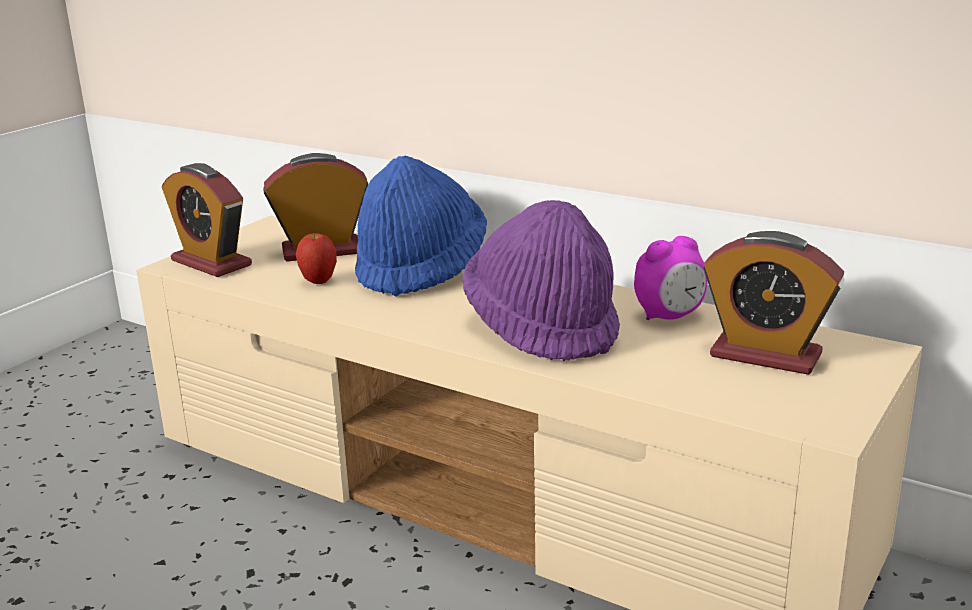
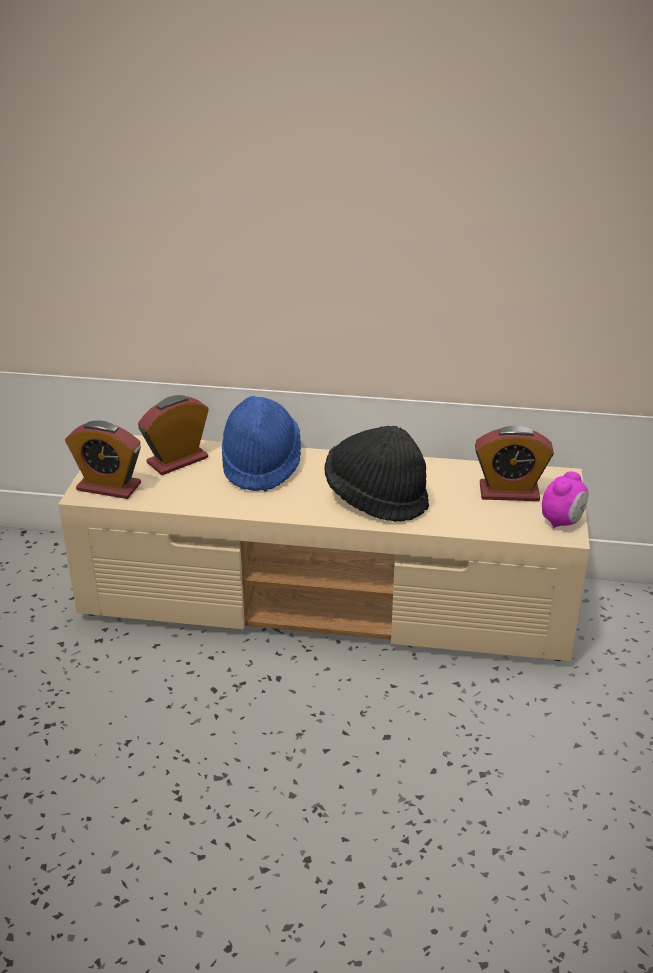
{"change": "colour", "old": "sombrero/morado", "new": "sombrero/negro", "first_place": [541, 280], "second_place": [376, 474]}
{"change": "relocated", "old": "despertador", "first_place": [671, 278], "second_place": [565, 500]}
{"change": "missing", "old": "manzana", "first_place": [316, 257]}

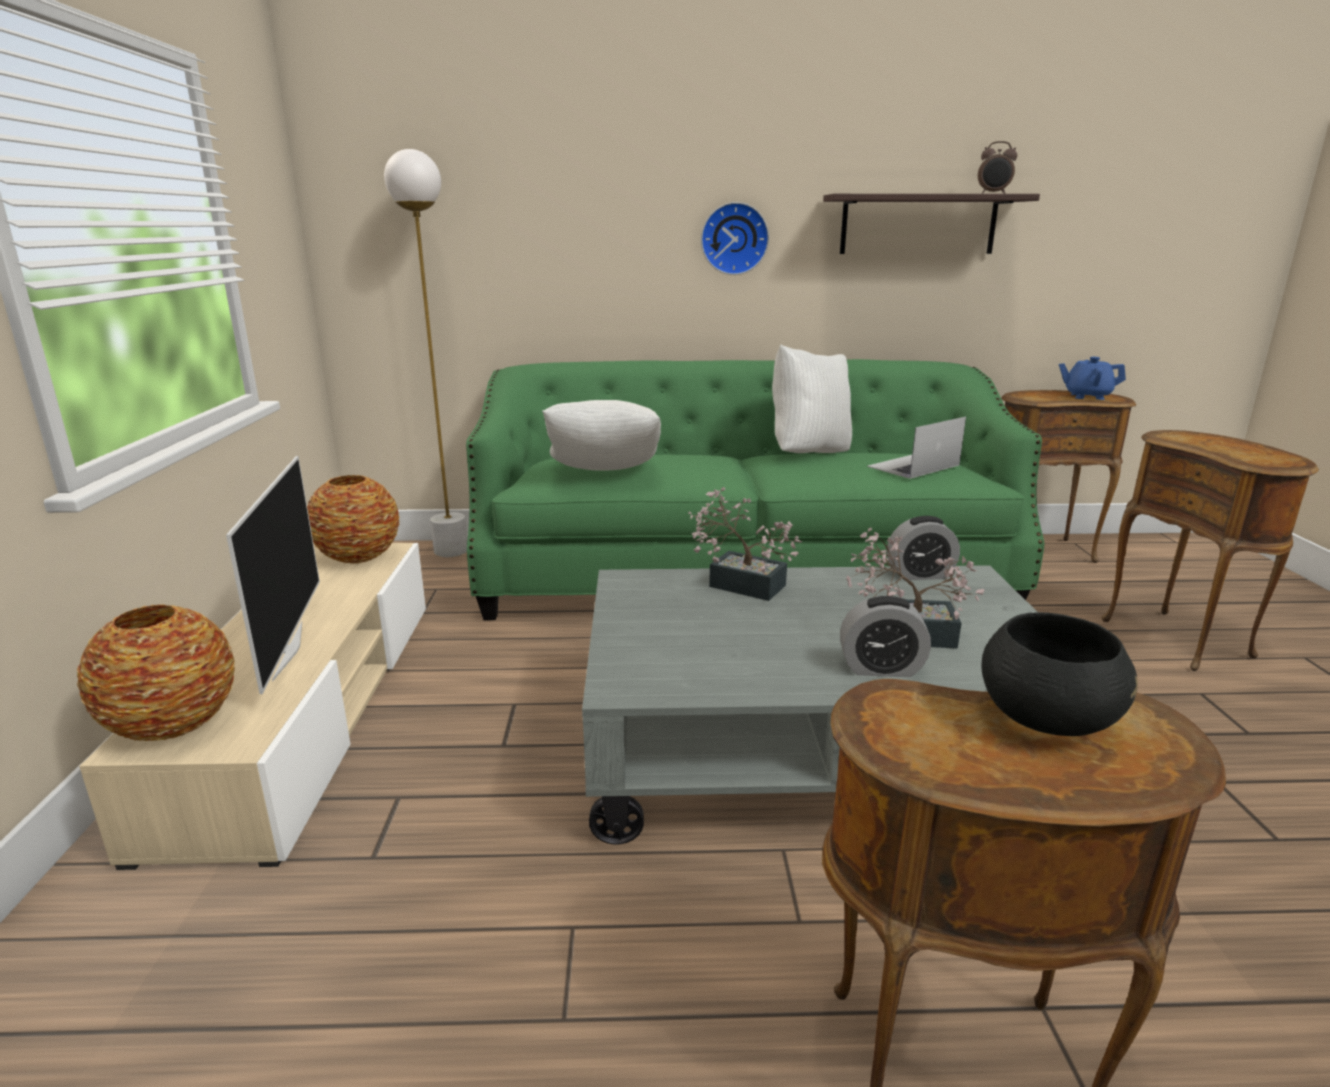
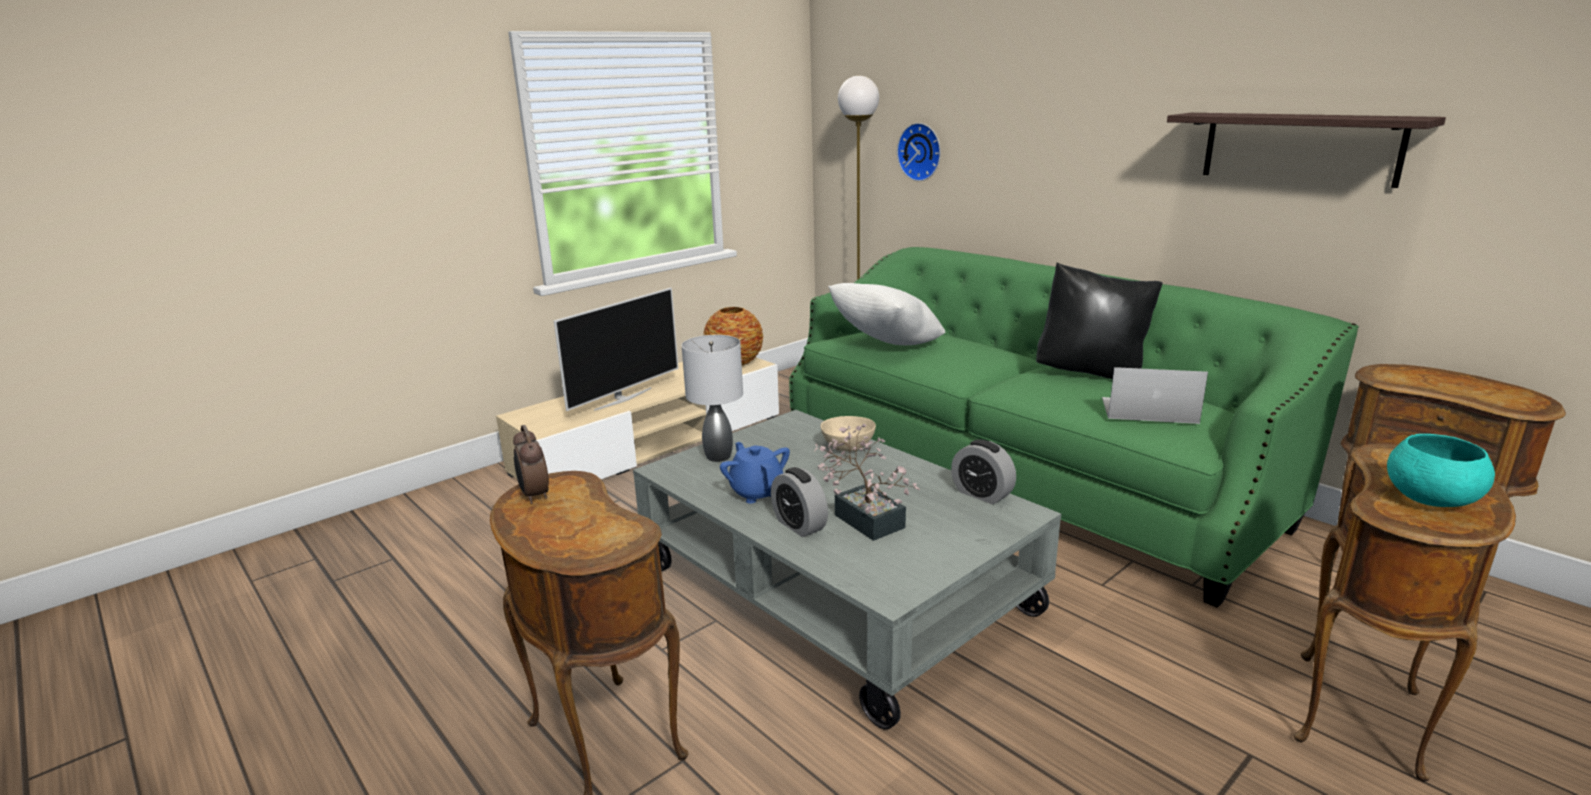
{"change": "relocated", "old": "despertador", "first_place": [997, 167], "second_place": [531, 464]}
{"change": "appeared", "new": "lámpara de mesa/gris", "second_place": [712, 398]}
{"change": "relocated", "old": "tetera/azul", "first_place": [1092, 378], "second_place": [755, 472]}
{"change": "exchanged", "old": "planta en maceta", "new": "cuenco/beis", "first_place": [745, 544], "second_place": [848, 434]}
{"change": "relocated", "old": "reloj de pared", "first_place": [735, 238], "second_place": [919, 152]}
{"change": "colour", "old": "cojín/blanco", "new": "cojín/negro", "first_place": [812, 399], "second_place": [1099, 320]}
{"change": "appeared", "new": "cuenco/turquesa", "second_place": [1441, 470]}
{"change": "missing", "old": "florero", "first_place": [156, 672]}
{"change": "missing", "old": "cuenco/negro", "first_place": [1059, 674]}

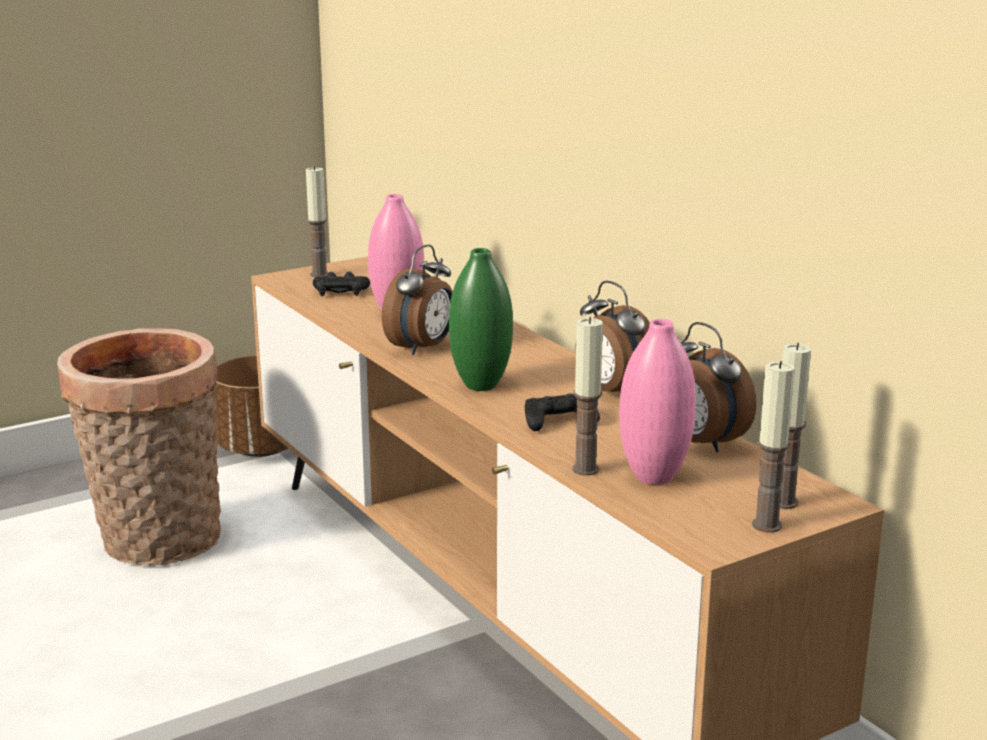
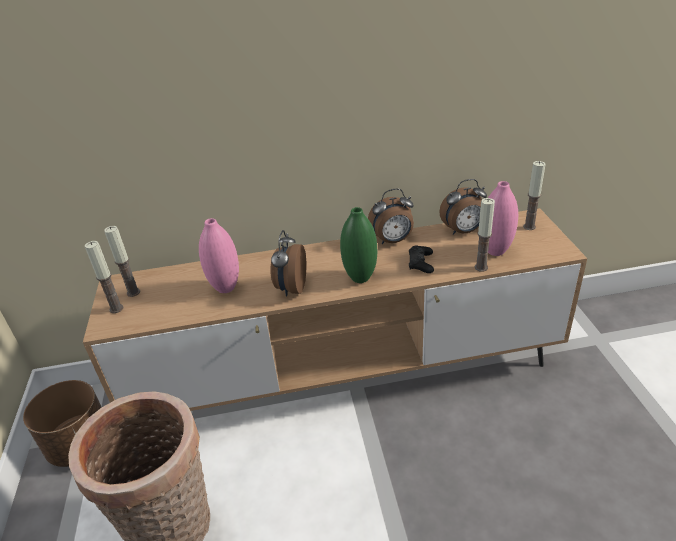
{"change": "relocated", "old": "vela", "first_place": [773, 446], "second_place": [122, 261]}
{"change": "spun", "old": "despertador", "first_place": [417, 300], "second_place": [288, 263], "degrees": -135}
{"change": "missing", "old": "mando de consola/negro", "first_place": [341, 284]}

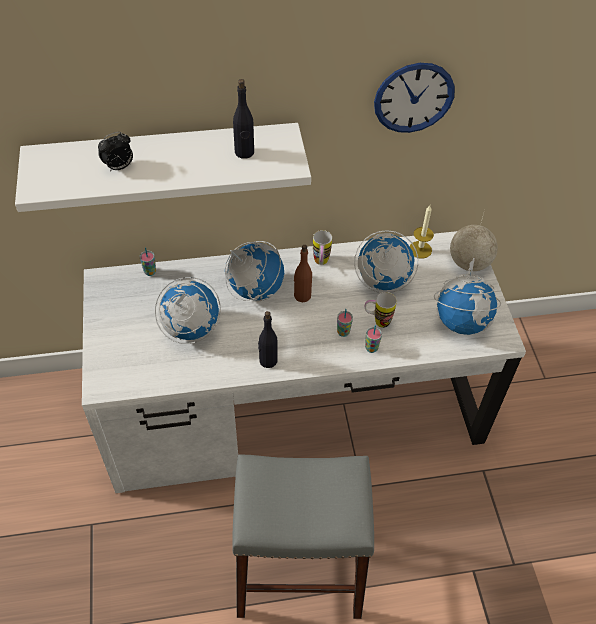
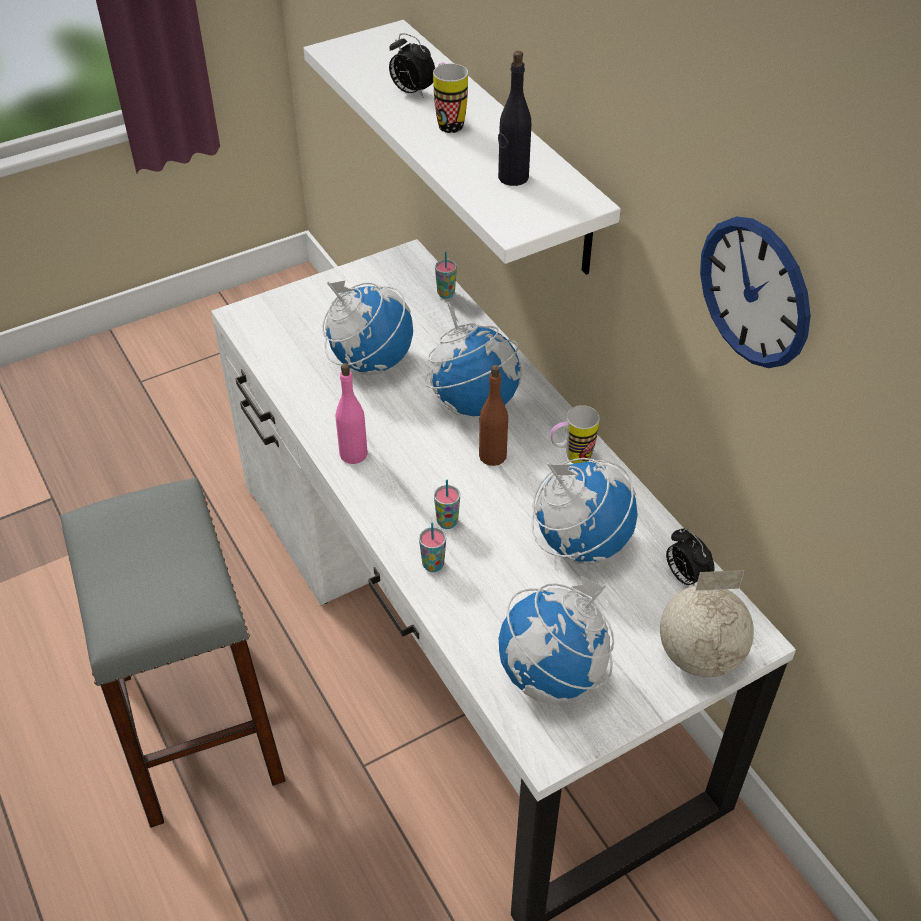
{"change": "colour", "old": "botella/negro", "new": "botella/rosa", "first_place": [267, 339], "second_place": [352, 413]}
{"change": "relocated", "old": "taza grande", "first_place": [381, 310], "second_place": [450, 97]}
{"change": "exchanged", "old": "vela", "new": "despertador", "first_place": [421, 231], "second_place": [690, 557]}

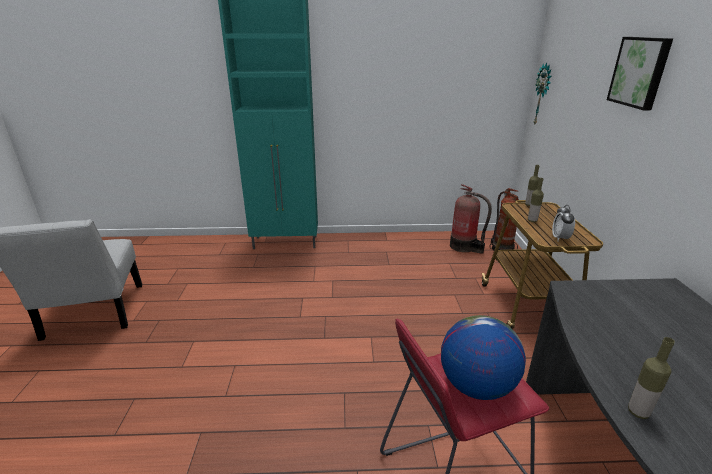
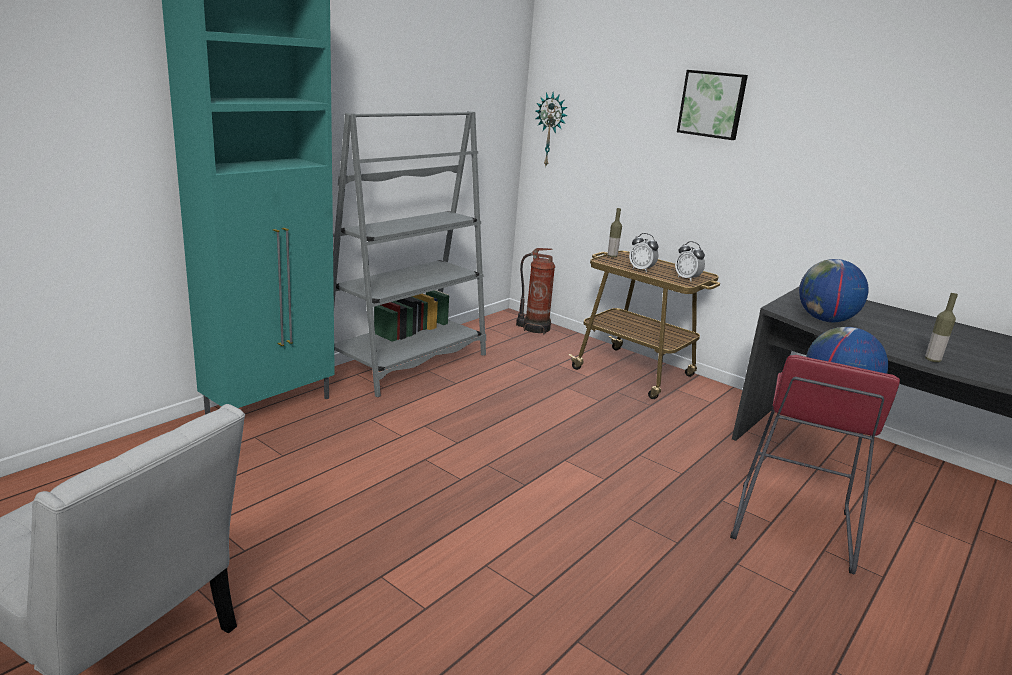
{"change": "appeared", "new": "estantería/gris", "second_place": [409, 254]}
{"change": "exchanged", "old": "botella", "new": "despertador", "first_place": [536, 200], "second_place": [644, 252]}
{"change": "appeared", "new": "globo terráqueo", "second_place": [834, 290]}
{"change": "missing", "old": "extintor", "first_place": [471, 219]}

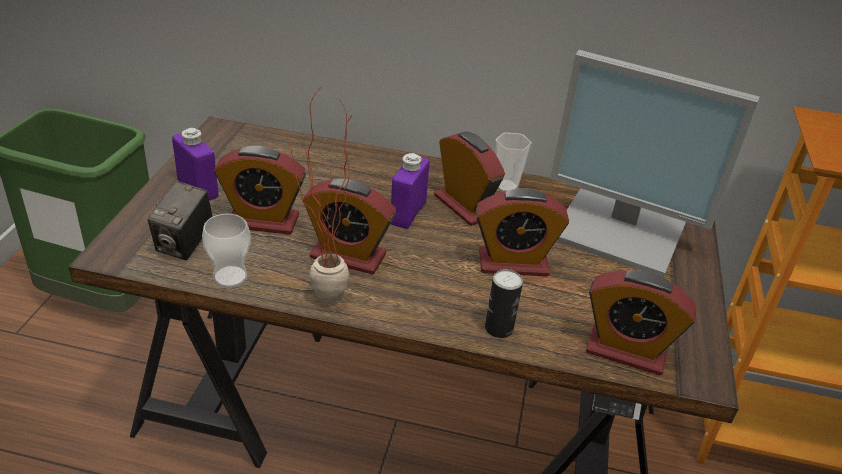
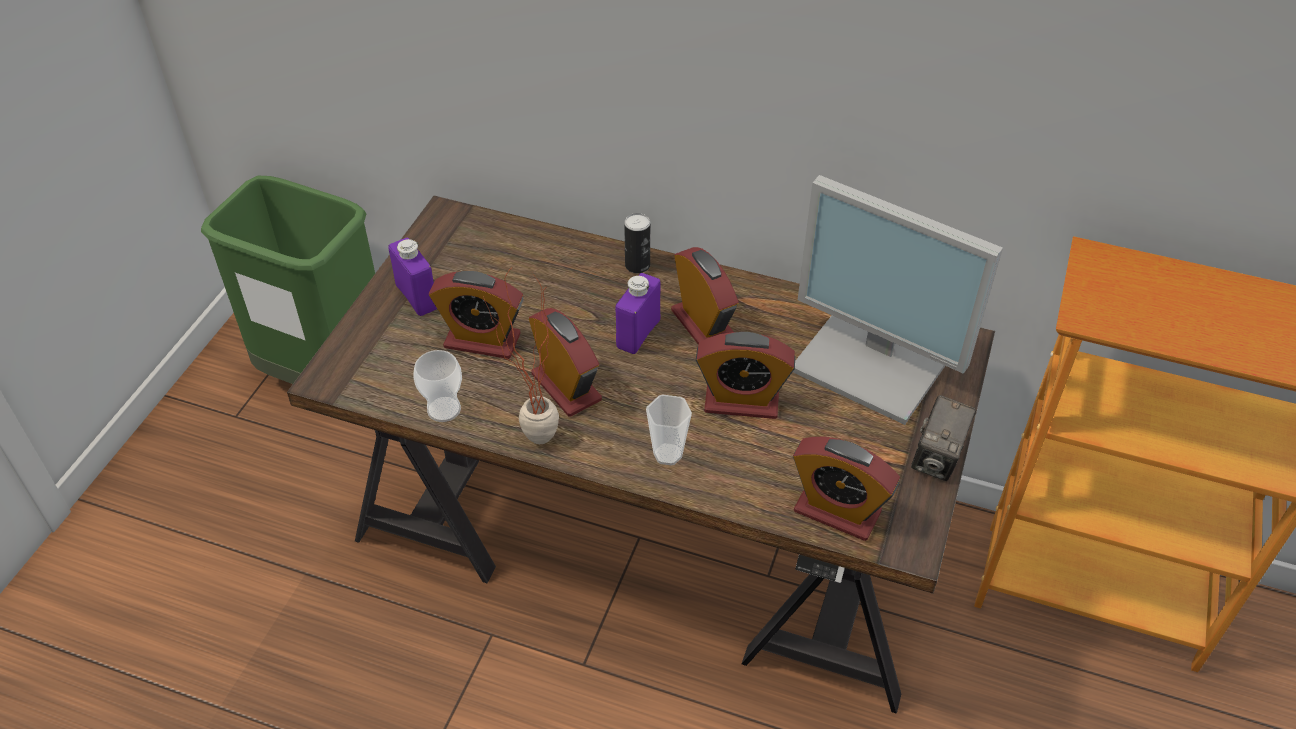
{"change": "spun", "old": "despertador", "first_place": [349, 227], "second_place": [565, 362], "degrees": -150}
{"change": "relocated", "old": "lata", "first_place": [504, 303], "second_place": [637, 243]}
{"change": "relocated", "old": "taza", "first_place": [514, 162], "second_place": [669, 430]}
{"change": "relocated", "old": "cámara", "first_place": [180, 220], "second_place": [943, 438]}

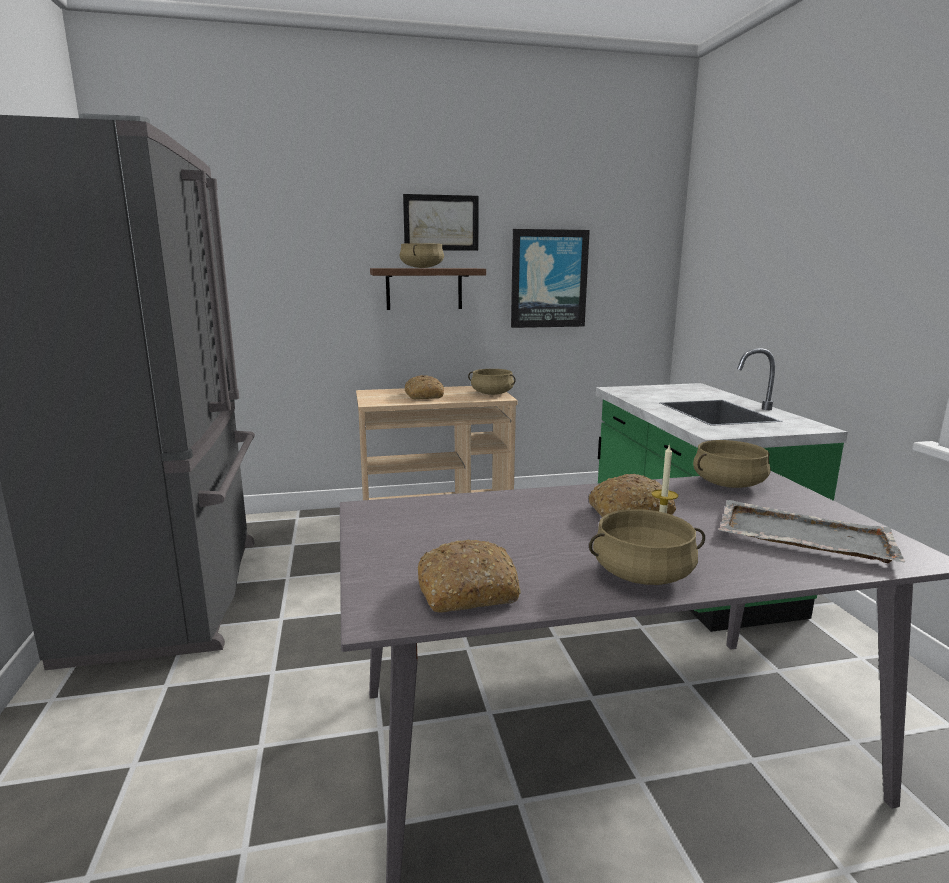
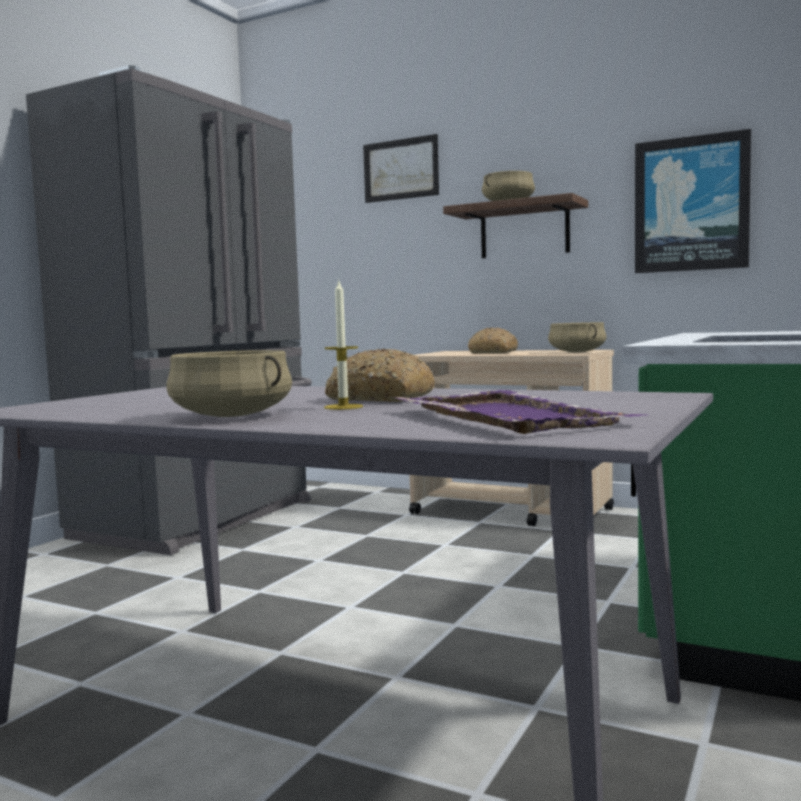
{"change": "relocated", "old": "cuadro", "first_place": [441, 222], "second_place": [401, 168]}
{"change": "colour", "old": "bandeja/gris", "new": "bandeja/morado", "first_place": [812, 531], "second_place": [519, 412]}
{"change": "missing", "old": "pan", "first_place": [469, 576]}
{"change": "missing", "old": "olla/beis", "first_place": [732, 464]}

